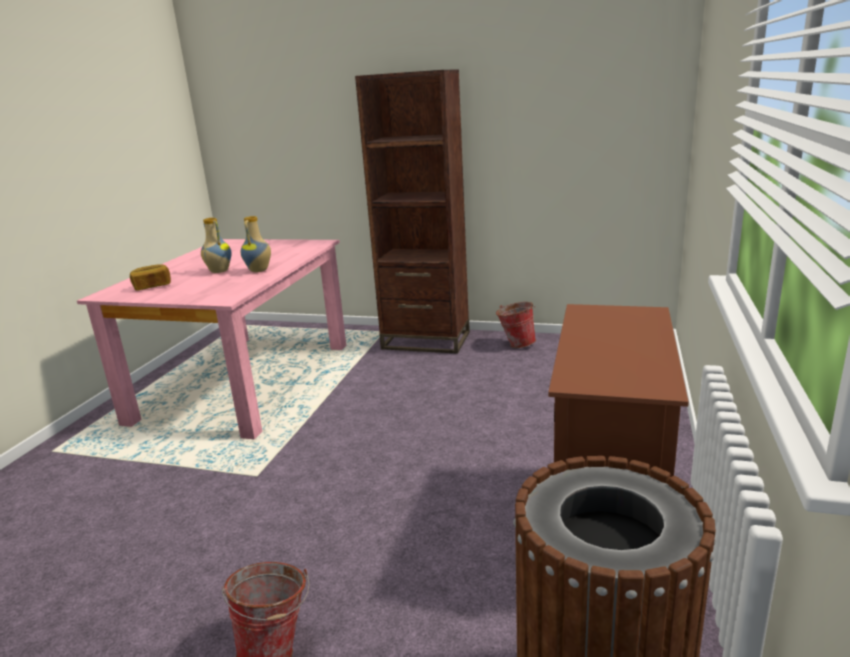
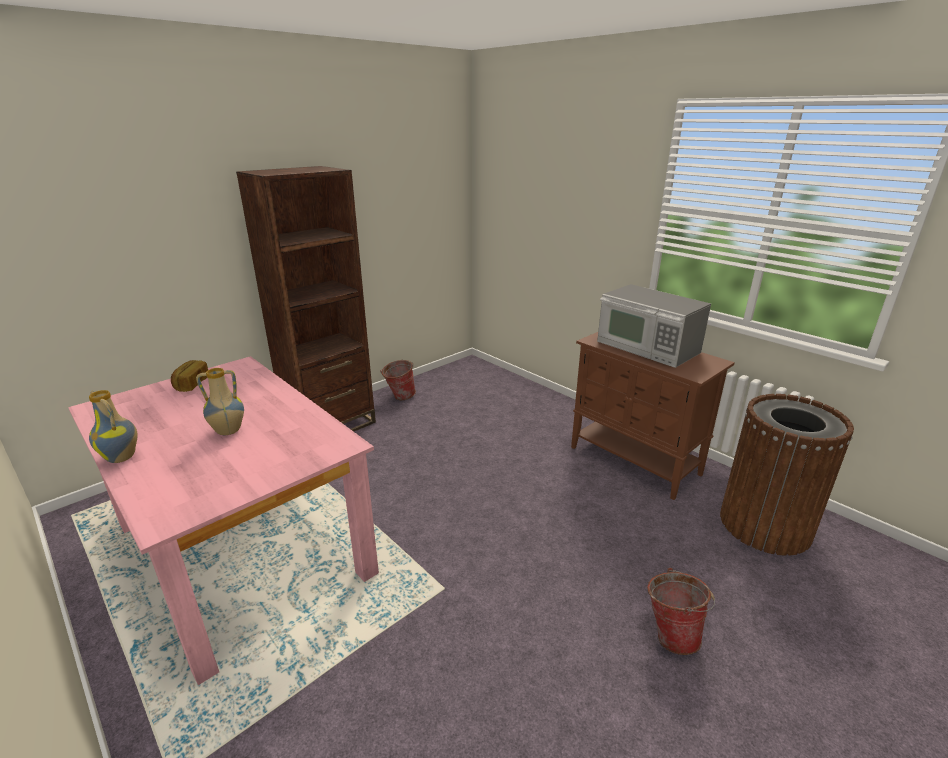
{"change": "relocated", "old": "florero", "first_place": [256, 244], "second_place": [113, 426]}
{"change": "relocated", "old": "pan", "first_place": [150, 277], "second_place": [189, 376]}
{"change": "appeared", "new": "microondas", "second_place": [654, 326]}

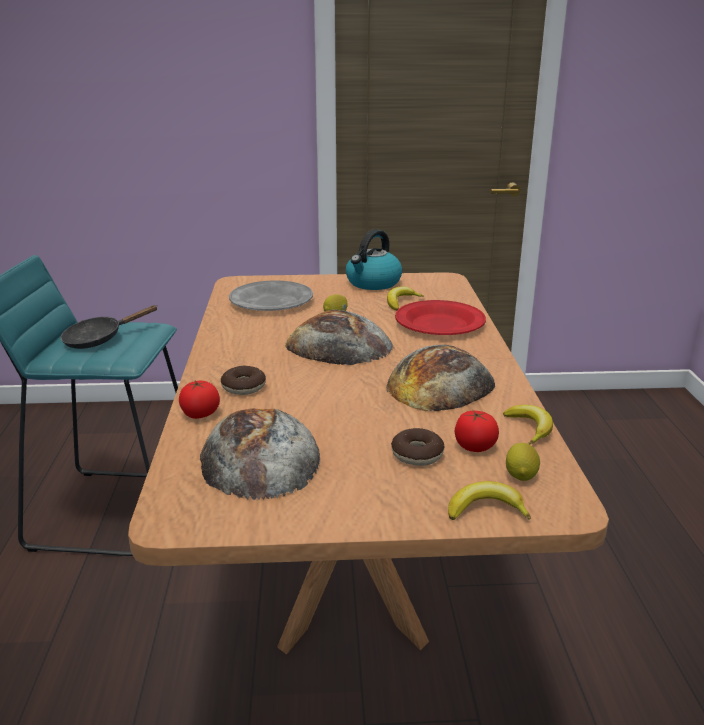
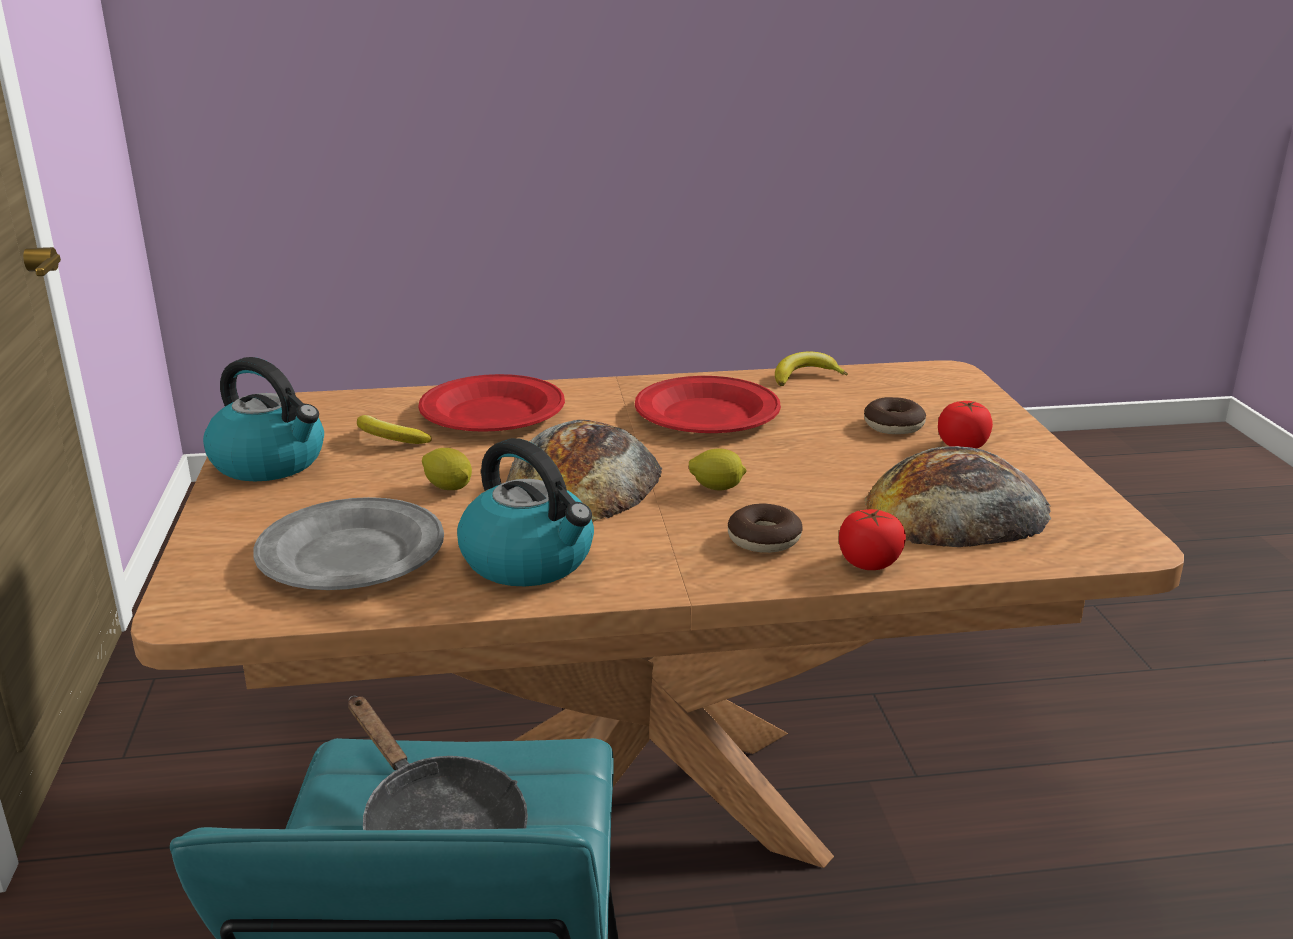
{"change": "appeared", "new": "hervidor", "second_place": [525, 512]}
{"change": "exchanged", "old": "pan", "new": "plato/rojo", "first_place": [440, 378], "second_place": [708, 404]}
{"change": "relocated", "old": "limón", "first_place": [523, 462], "second_place": [718, 469]}
{"change": "relocated", "old": "tomate", "first_place": [477, 431], "second_place": [965, 425]}
{"change": "missing", "old": "plátano", "first_place": [489, 500]}

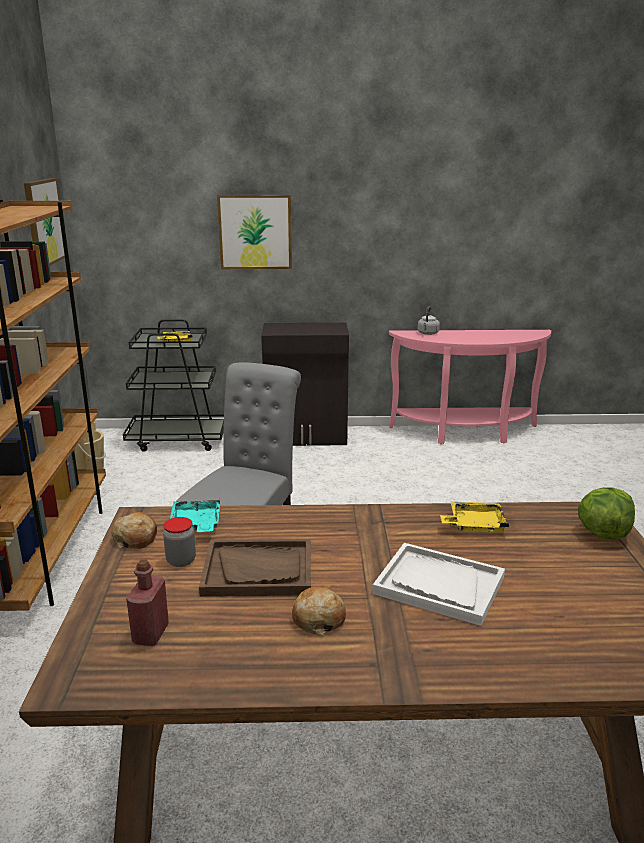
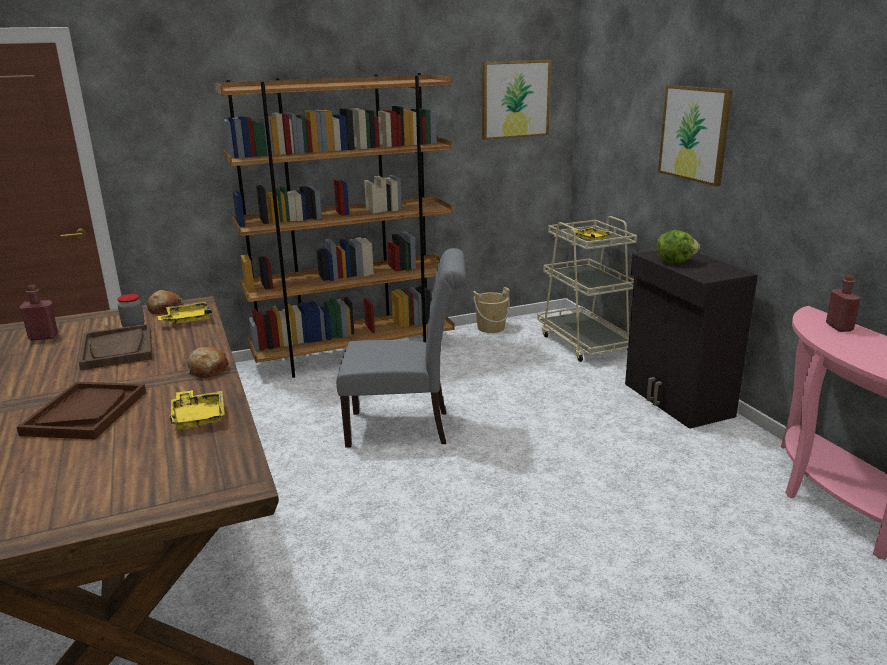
{"change": "colour", "old": "bandeja/blanco", "new": "bandeja/marrón", "first_place": [438, 584], "second_place": [81, 410]}
{"change": "colour", "old": "bandeja/turquesa", "new": "bandeja/amarillo", "first_place": [195, 514], "second_place": [184, 313]}
{"change": "relocated", "old": "pan", "first_place": [319, 611], "second_place": [207, 362]}
{"change": "colour", "old": "carrito/negro", "new": "carrito/beis", "first_place": [173, 385], "second_place": [587, 289]}
{"change": "relocated", "old": "lechuga", "first_place": [606, 513], "second_place": [678, 246]}
{"change": "exchanged", "old": "hervidor/gris", "new": "botella/rojo", "first_place": [429, 320], "second_place": [843, 303]}

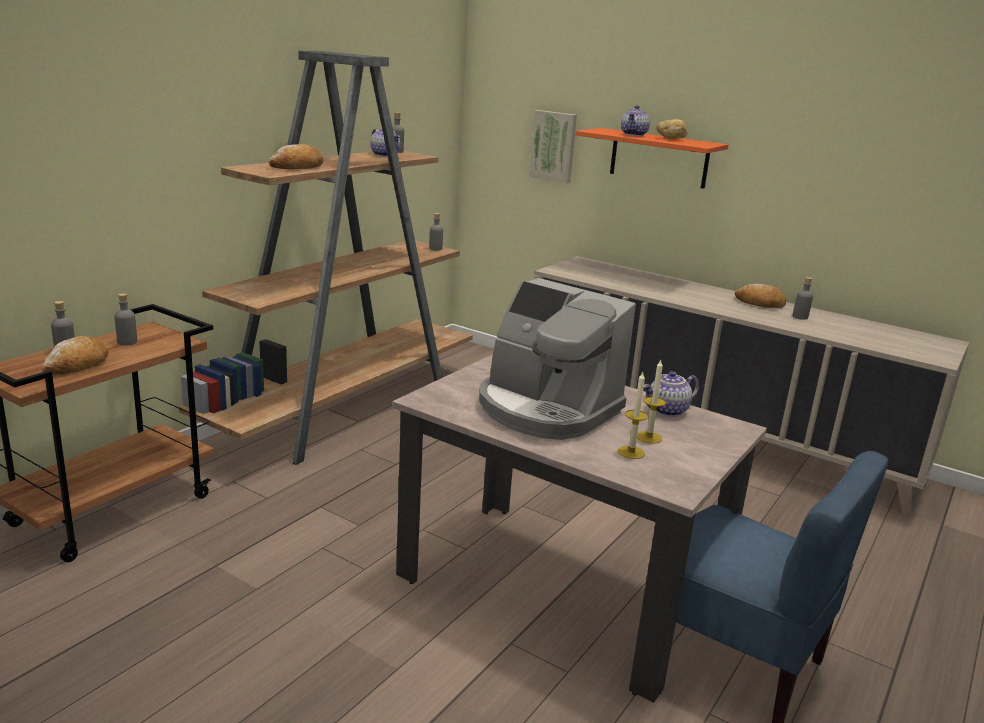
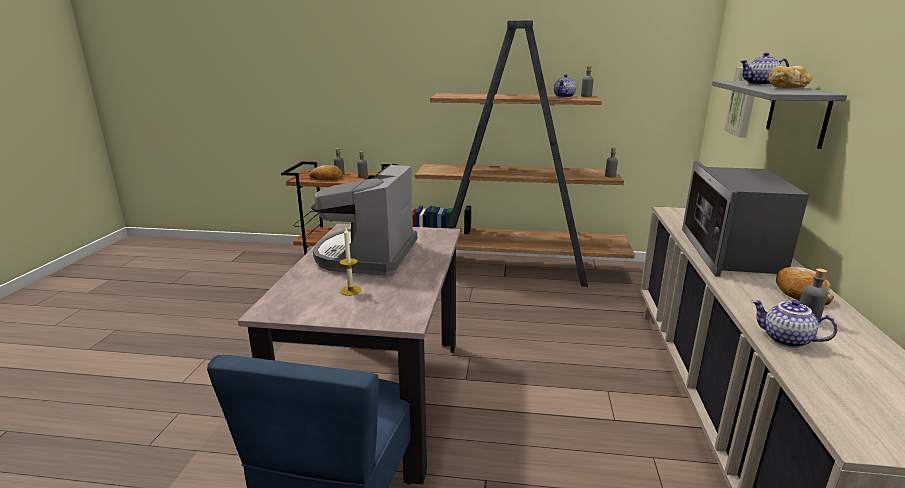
{"change": "appeared", "new": "microondas", "second_place": [745, 219]}
{"change": "colour", "old": "estante/naranja", "new": "estante/gris", "first_place": [652, 158], "second_place": [779, 115]}
{"change": "relocated", "old": "tetera", "first_place": [671, 394], "second_place": [795, 324]}
{"change": "missing", "old": "pan", "first_place": [296, 156]}
{"change": "missing", "old": "vela", "first_place": [633, 415]}

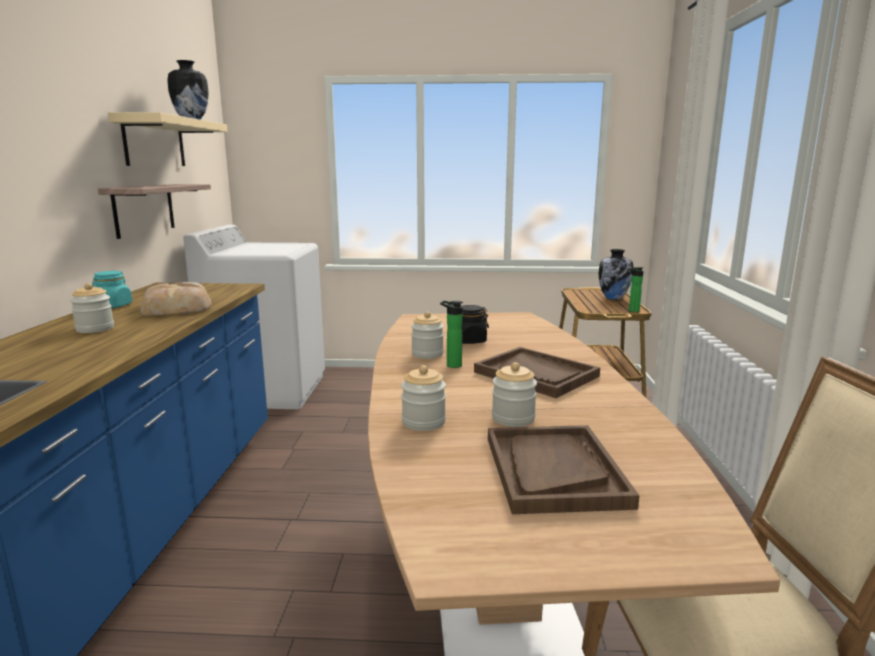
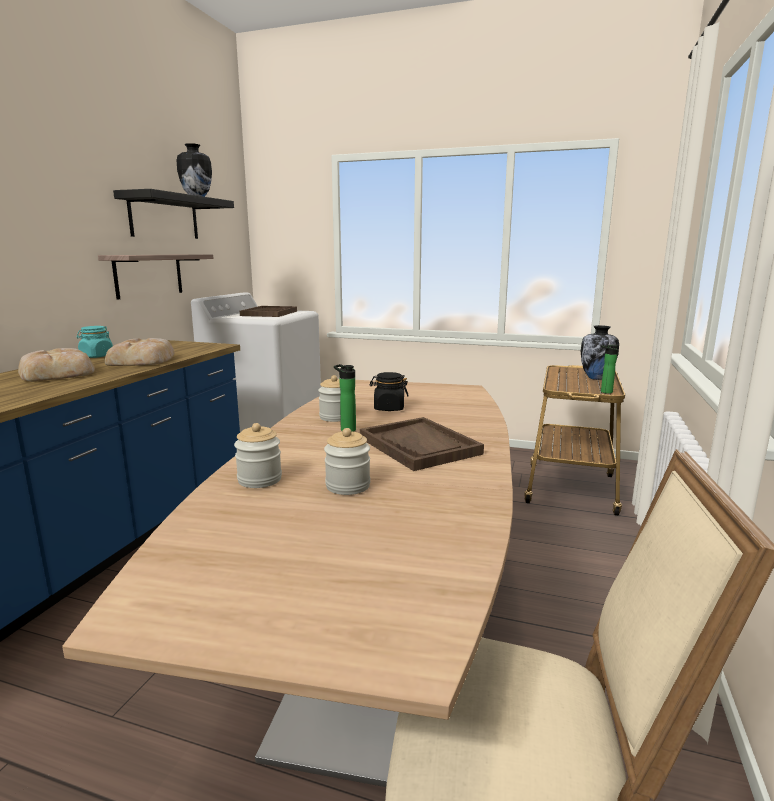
{"change": "exchanged", "old": "tarro", "new": "pan", "first_place": [92, 308], "second_place": [56, 365]}
{"change": "colour", "old": "estante/beis", "new": "estante/negro", "first_place": [167, 139], "second_place": [173, 214]}
{"change": "relocated", "old": "bandeja/marrón", "first_place": [564, 469], "second_place": [268, 311]}

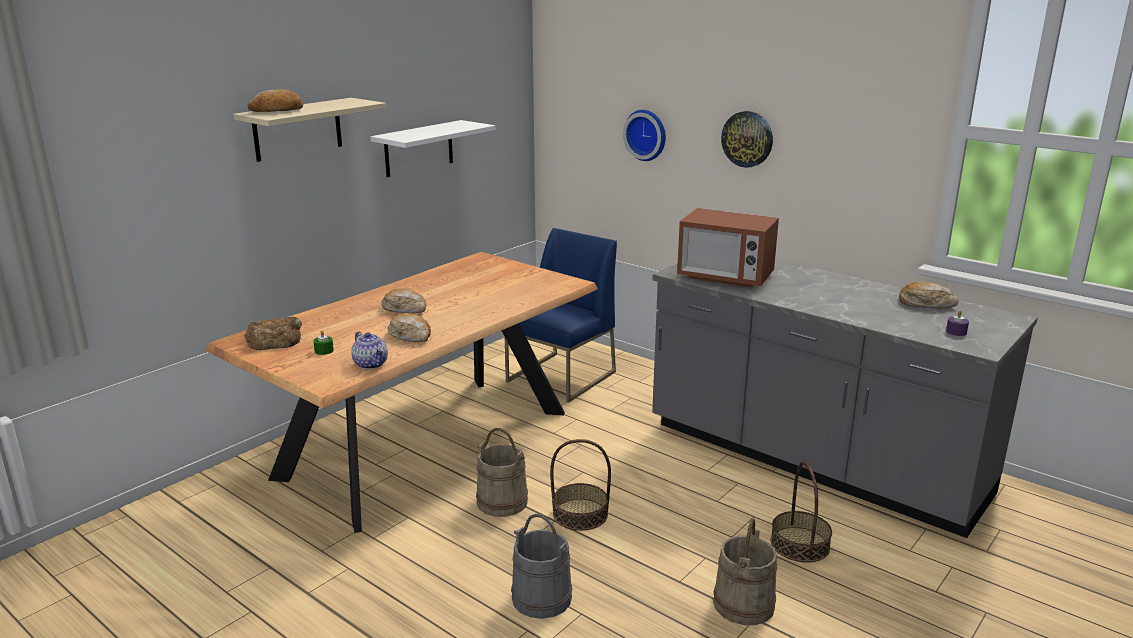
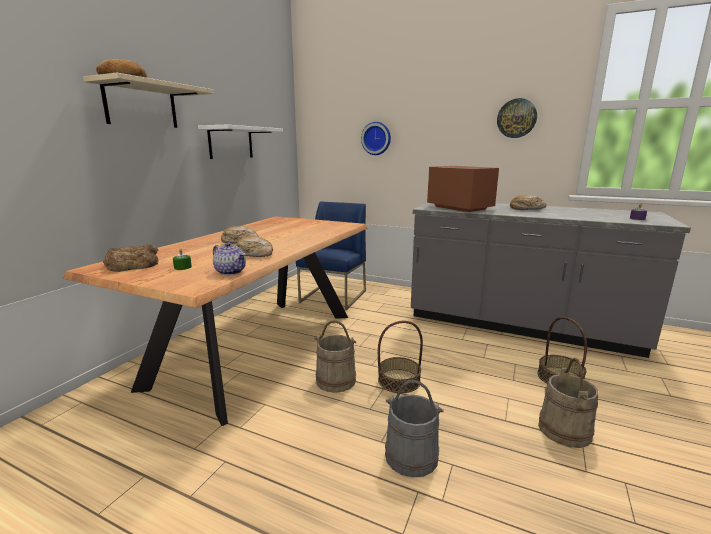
{"change": "spun", "old": "microondas", "first_place": [728, 248], "second_place": [463, 189], "degrees": -135}
{"change": "relocated", "old": "reloj de pared", "first_place": [747, 139], "second_place": [517, 118]}
{"change": "relocated", "old": "pan", "first_place": [929, 295], "second_place": [528, 202]}

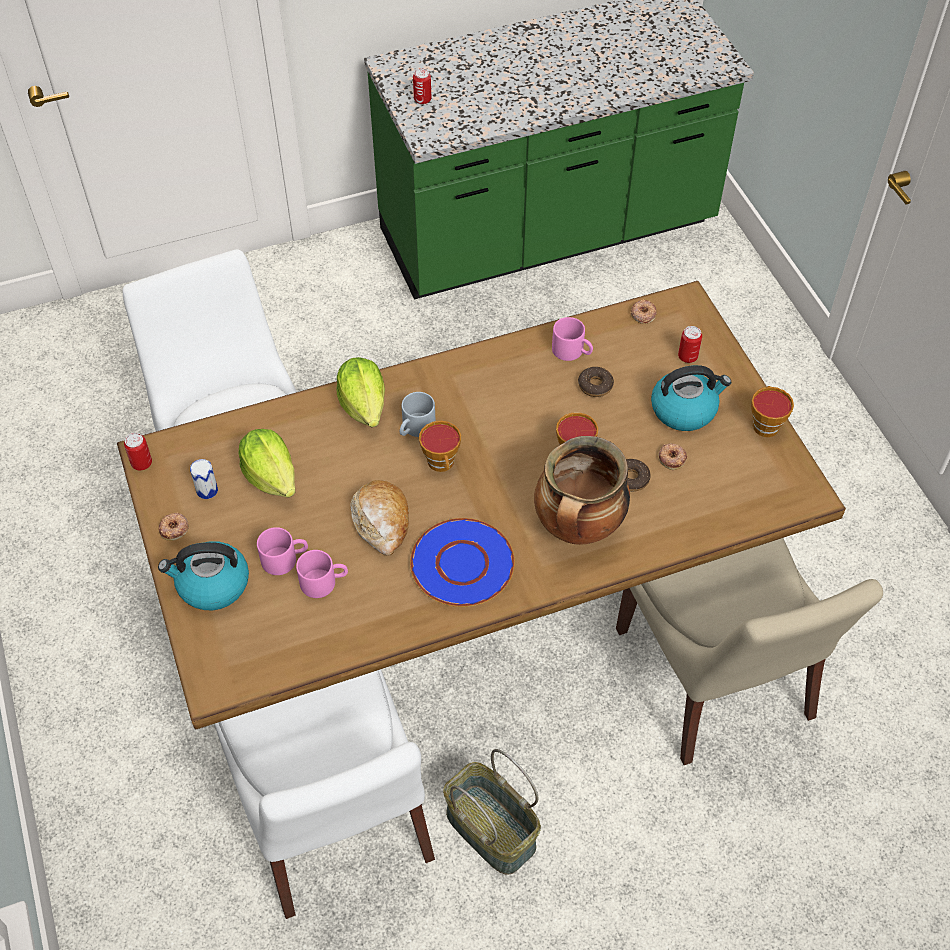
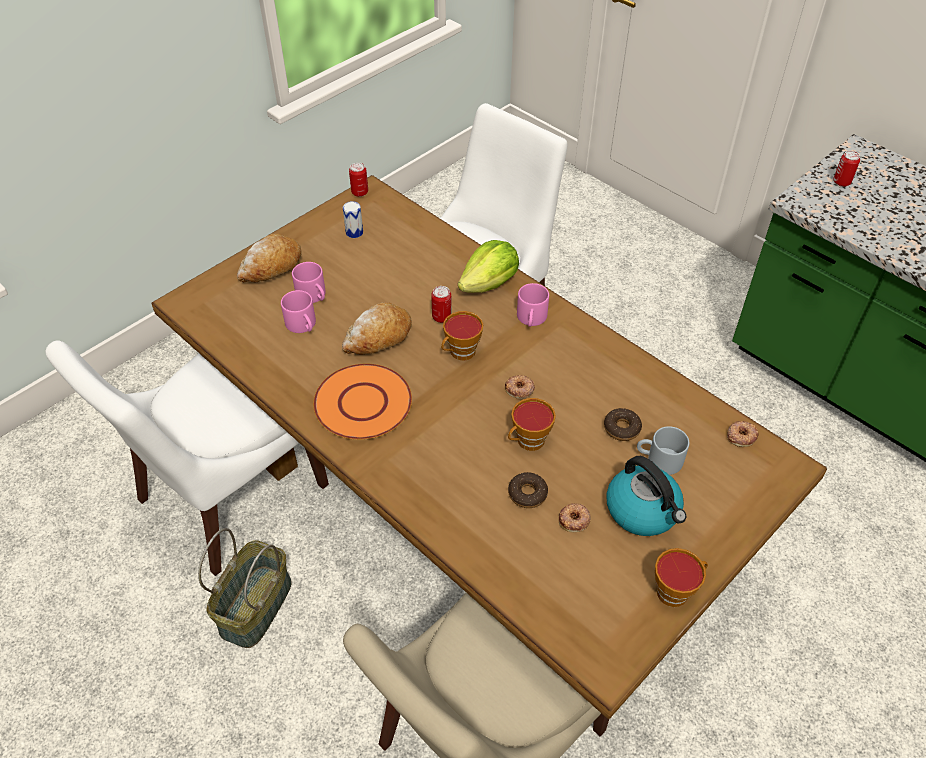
{"change": "exchanged", "old": "hervidor", "new": "pan", "first_place": [203, 575], "second_place": [269, 257]}
{"change": "colour", "old": "plato/azul", "new": "plato/naranja", "first_place": [462, 562], "second_place": [362, 402]}
{"change": "relocated", "old": "lata", "first_place": [690, 344], "second_place": [441, 304]}
{"change": "relocated", "old": "rosquilla", "first_place": [174, 526], "second_place": [520, 387]}
{"change": "relocated", "old": "taza grande/rosa", "first_place": [572, 339], "second_place": [533, 305]}
{"change": "relocated", "old": "taza grande/gris", "first_place": [418, 414], "second_place": [663, 450]}
{"change": "missing", "old": "lechuga", "first_place": [266, 463]}
{"change": "missing", "old": "olla", "first_place": [582, 490]}

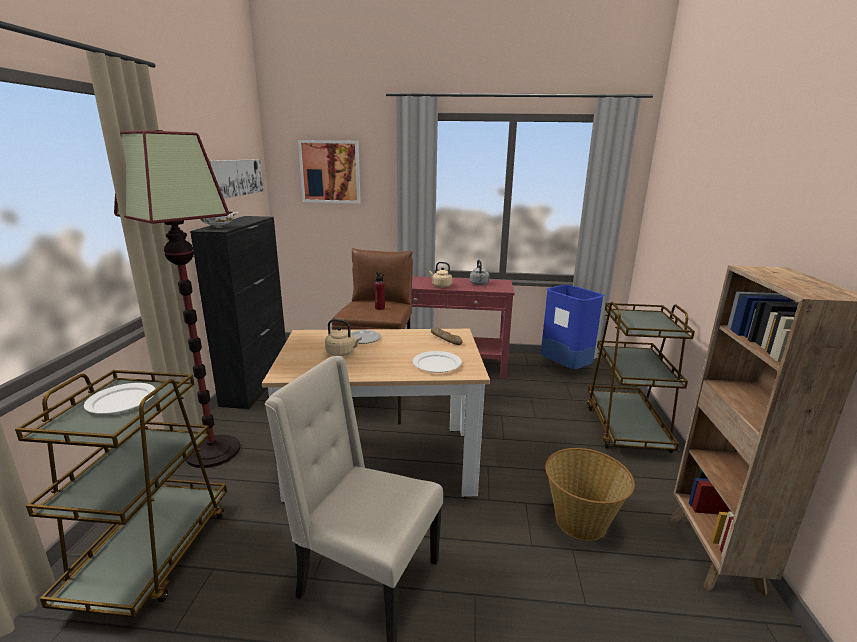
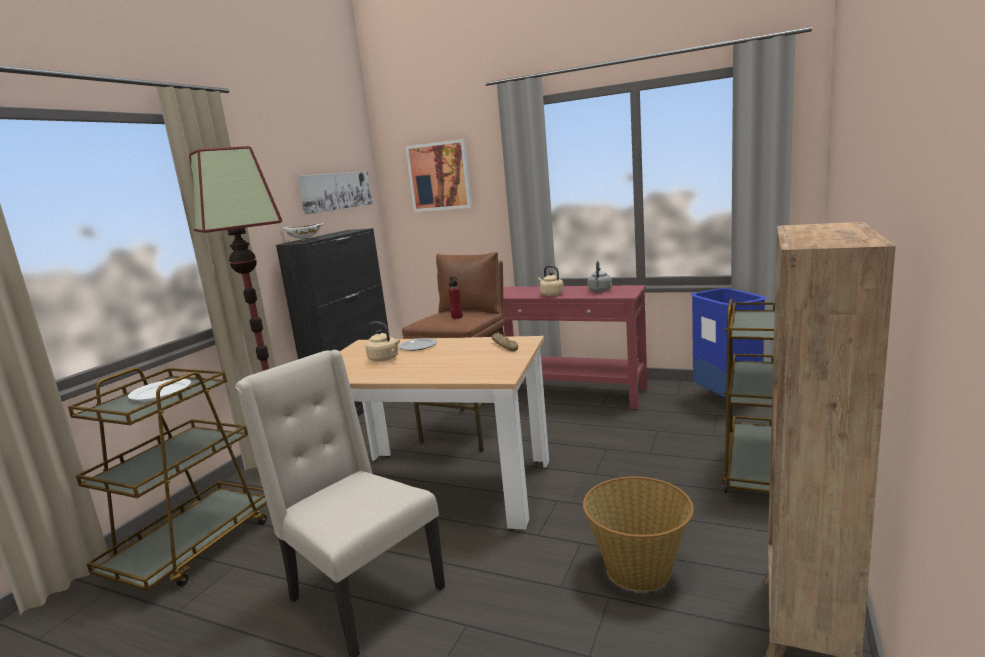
{"change": "missing", "old": "plato/blanco", "first_place": [437, 362]}

